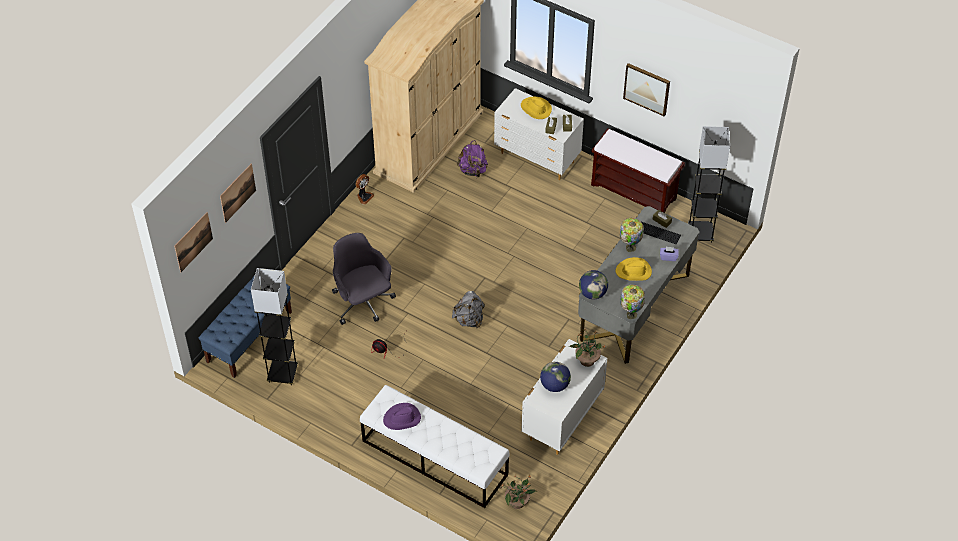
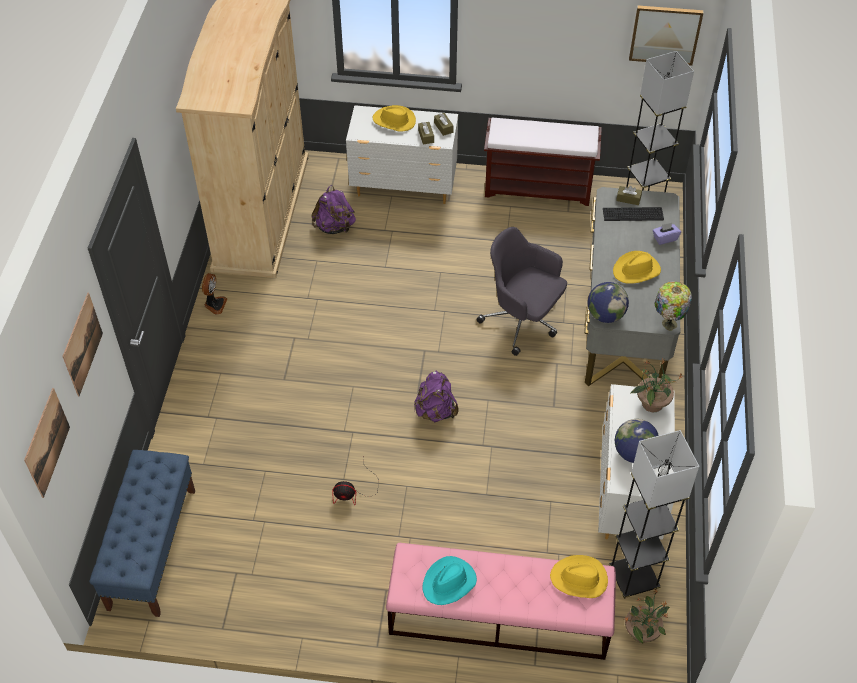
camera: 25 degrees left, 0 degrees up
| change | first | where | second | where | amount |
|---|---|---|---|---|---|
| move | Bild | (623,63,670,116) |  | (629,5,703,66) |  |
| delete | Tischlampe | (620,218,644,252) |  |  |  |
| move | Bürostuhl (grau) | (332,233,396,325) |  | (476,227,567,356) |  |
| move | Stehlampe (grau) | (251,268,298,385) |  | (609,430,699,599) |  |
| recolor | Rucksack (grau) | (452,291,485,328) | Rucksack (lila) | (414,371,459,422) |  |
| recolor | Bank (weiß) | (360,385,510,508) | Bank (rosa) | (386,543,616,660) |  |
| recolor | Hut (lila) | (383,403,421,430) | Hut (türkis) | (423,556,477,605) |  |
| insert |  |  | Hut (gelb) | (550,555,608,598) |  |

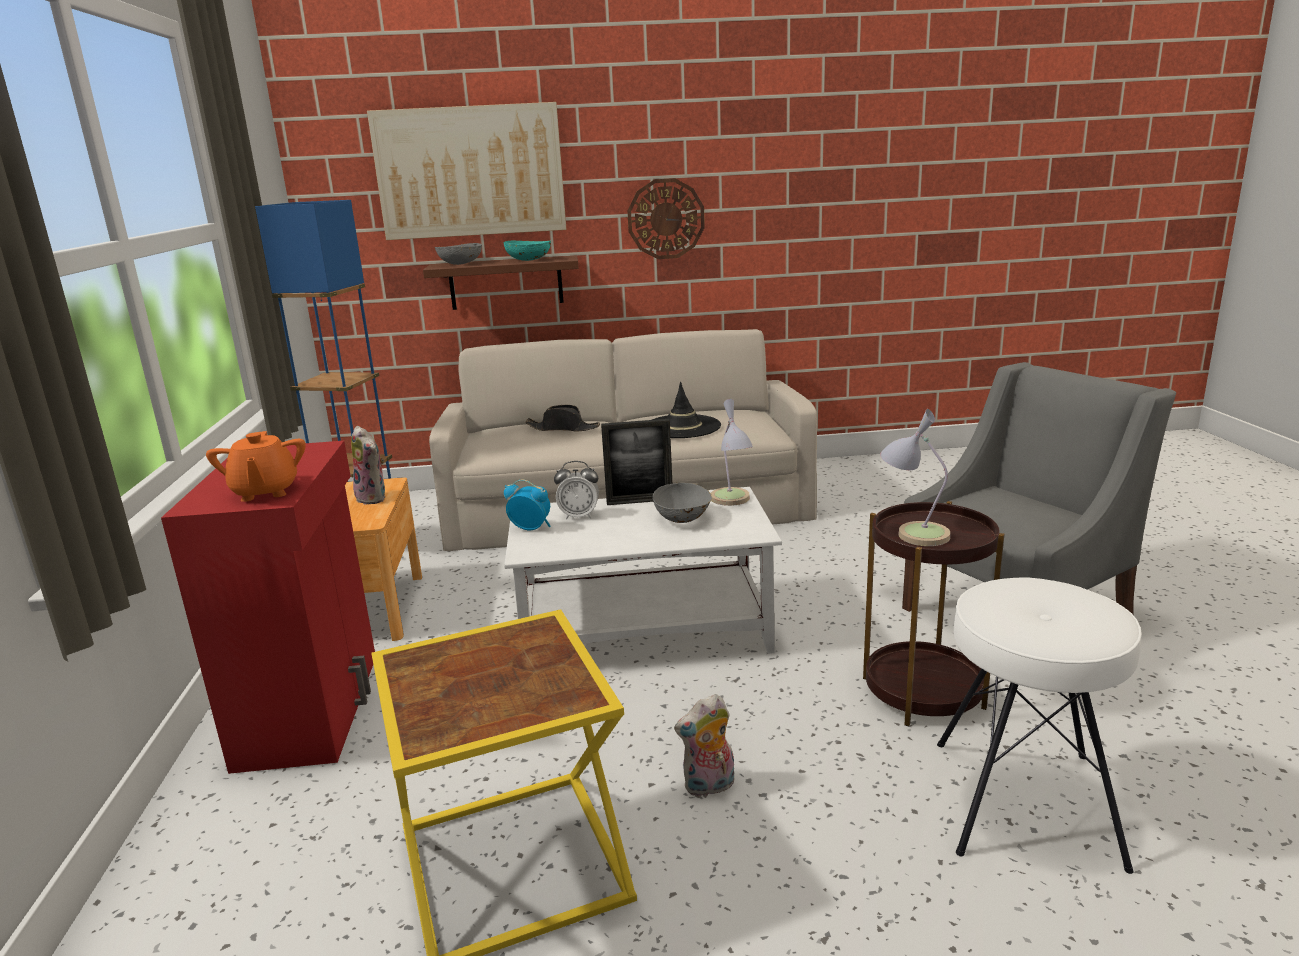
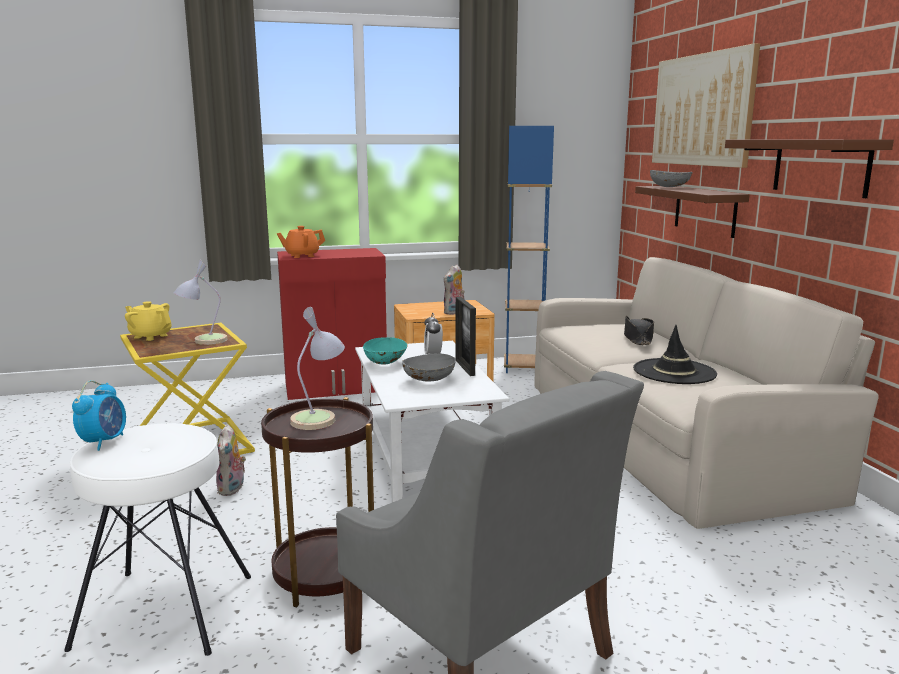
camera: 80 degrees right, 5 degrees down
| change | first | where | second | where | amount |
|---|---|---|---|---|---|
| replace | Wanduhr | (627,178,705,259) | Wandregal (braun) | (725,139,894,198) |  |
| move | Schüssel (türkis) | (504,241,551,261) |  | (363,337,408,365) |  |
| move | Tischlampe | (711,399,753,506) |  | (174,259,228,345) |  |
| move | Wecker | (504,479,551,530) |  | (72,381,126,451) |  |
| rotate | Plüschtier | (674,694,734,798) |  | (216,424,246,496) | 150 degrees counterclockwise |
| insert |  |  | Teekanne (gelb) | (125,301,172,341) |  |

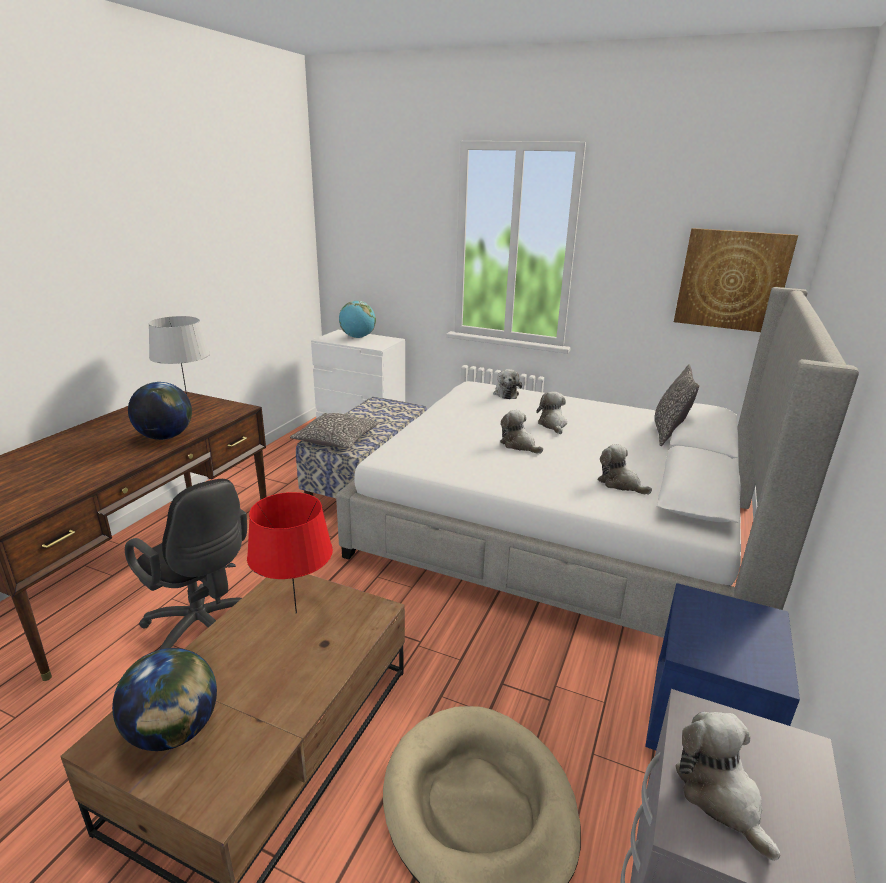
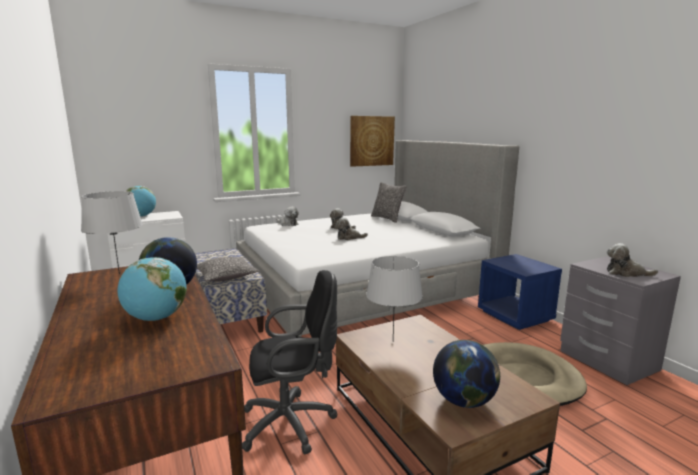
camera: 50 degrees left, 10 degrees down
| change | first | where | second | where | amount |
|---|---|---|---|---|---|
| delete | Plüschtier | (597,444,652,494) |  |  |  |
| recolor | Tischlampe (rot) | (247,492,333,613) | Tischlampe (grau) | (366,256,423,339) |  |
| insert |  |  | Globus | (117,257,187,321) |  |

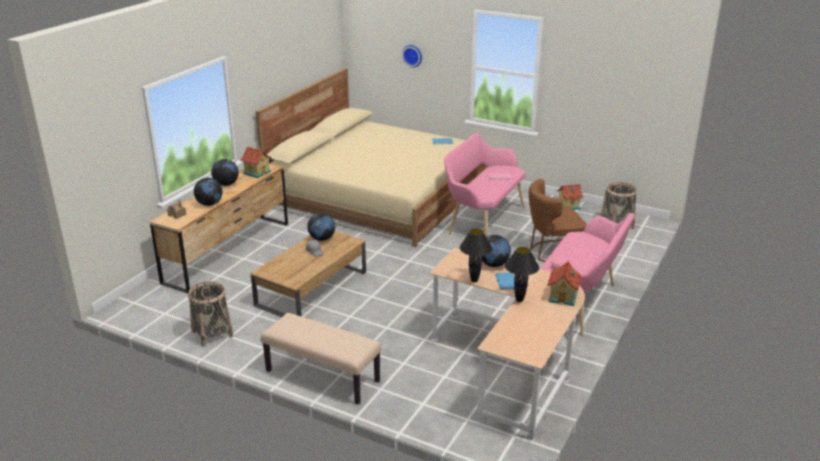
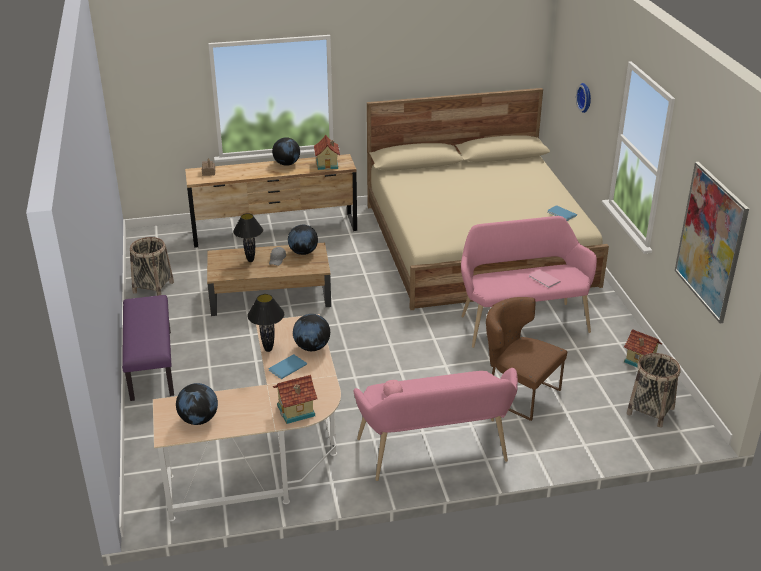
camera: 50 degrees right, 5 degrees up
| change | first | where | second | where | amount |
|---|---|---|---|---|---|
| move | Globus | (194,178,223,206) |  | (176,383,218,425) |  |
| move | Tischlampe (schwarz) | (505,247,539,302) |  | (233,213,263,262) |  |
| recolor | Bank (beige) | (261,313,381,404) | Bank (lila) | (122,295,174,401) |  |
| insert |  |  | Bild | (675,162,749,323) |  |

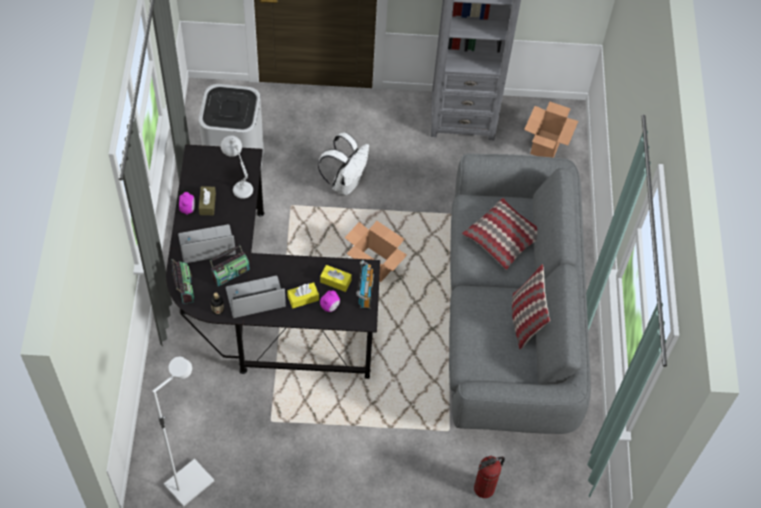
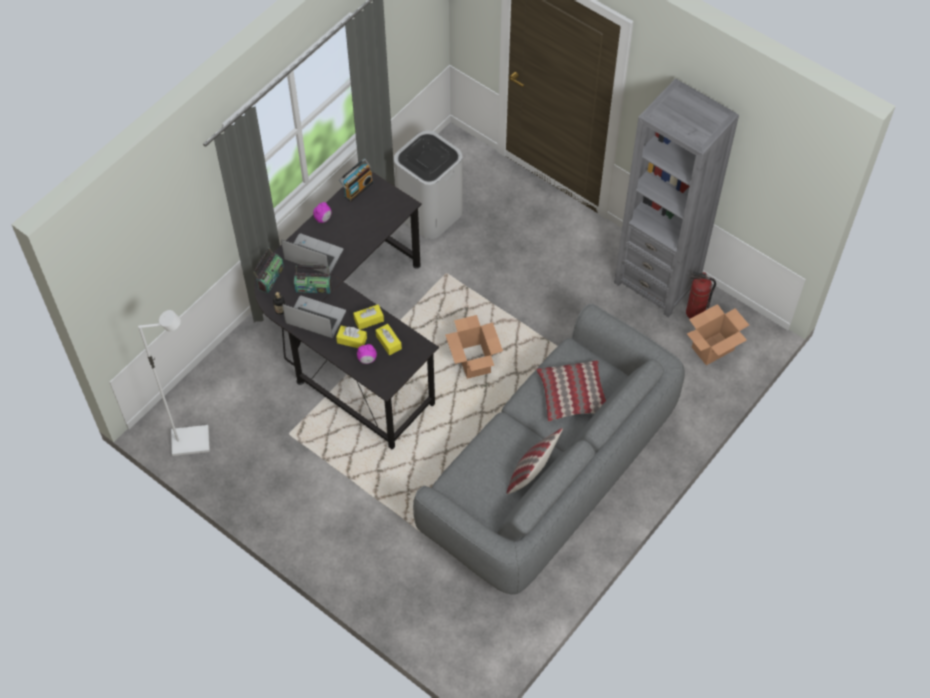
camera: 40 degrees right, 0 degrees up
| change | first | where | second | where | amount |
|---|---|---|---|---|---|
| delete | Rucksack (weiß) | (318,132,369,196) |  |  |  |
| delete | Tischlampe (weiß) | (221,135,253,199) |  |  |  |
| delete | Taschentuchbox (braun) | (199,186,216,215) |  |  |  |
| move | Radio | (356,260,374,309) |  | (339,159,373,202) |  |
| move | Feuerlöscher | (474,455,505,498) |  | (686,272,716,319) |  |
| insert |  |  | Taschentuchbox (gelb) | (353,304,384,330) |  |

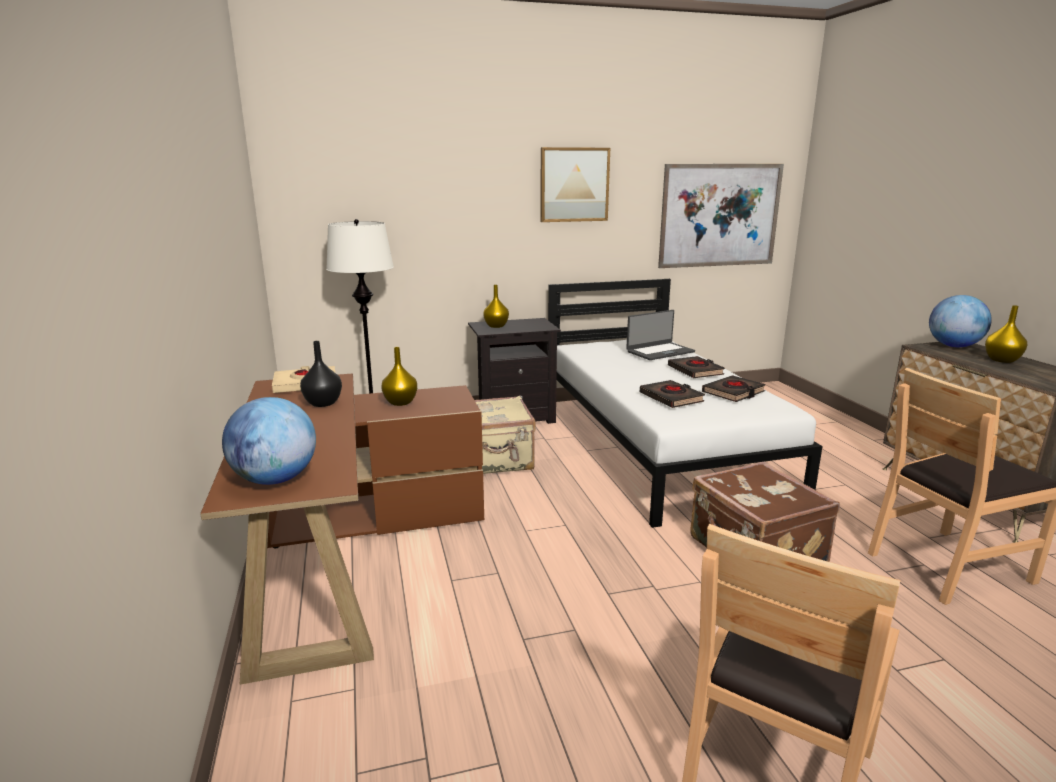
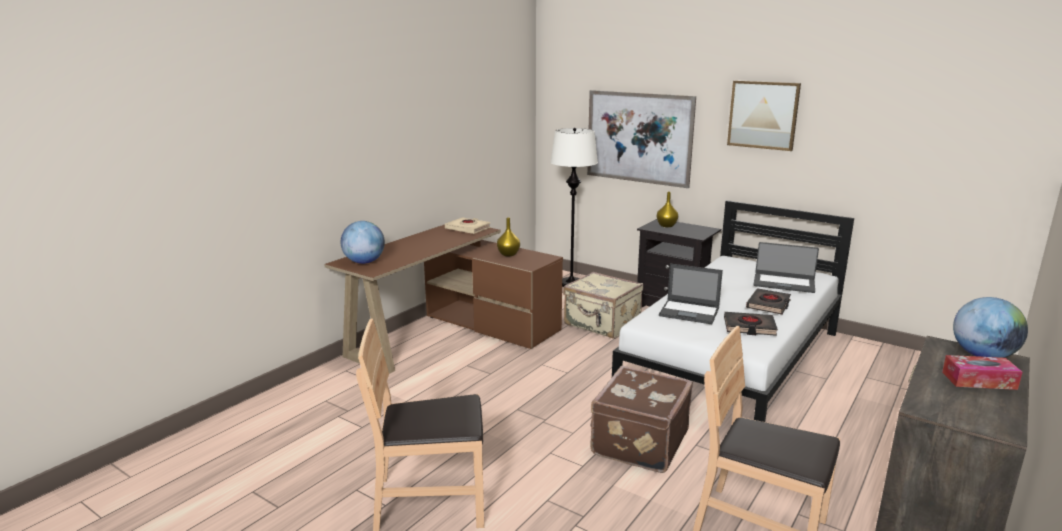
camera: 50 degrees right, 0 degrees up
| change | first | where | second | where | amount |
|---|---|---|---|---|---|
| move | Bild | (658,164,784,268) |  | (587,90,696,188) |  |
| replace | Vase (gelb) | (985,305,1027,363) | Taschentuchbox | (942,355,1022,390) |  |
| delete | Vase (schwarz) | (300,341,342,407) |  |  |  |
| replace | Buch (schwarz) | (640,380,705,408) | Laptop | (659,263,723,324) |  |

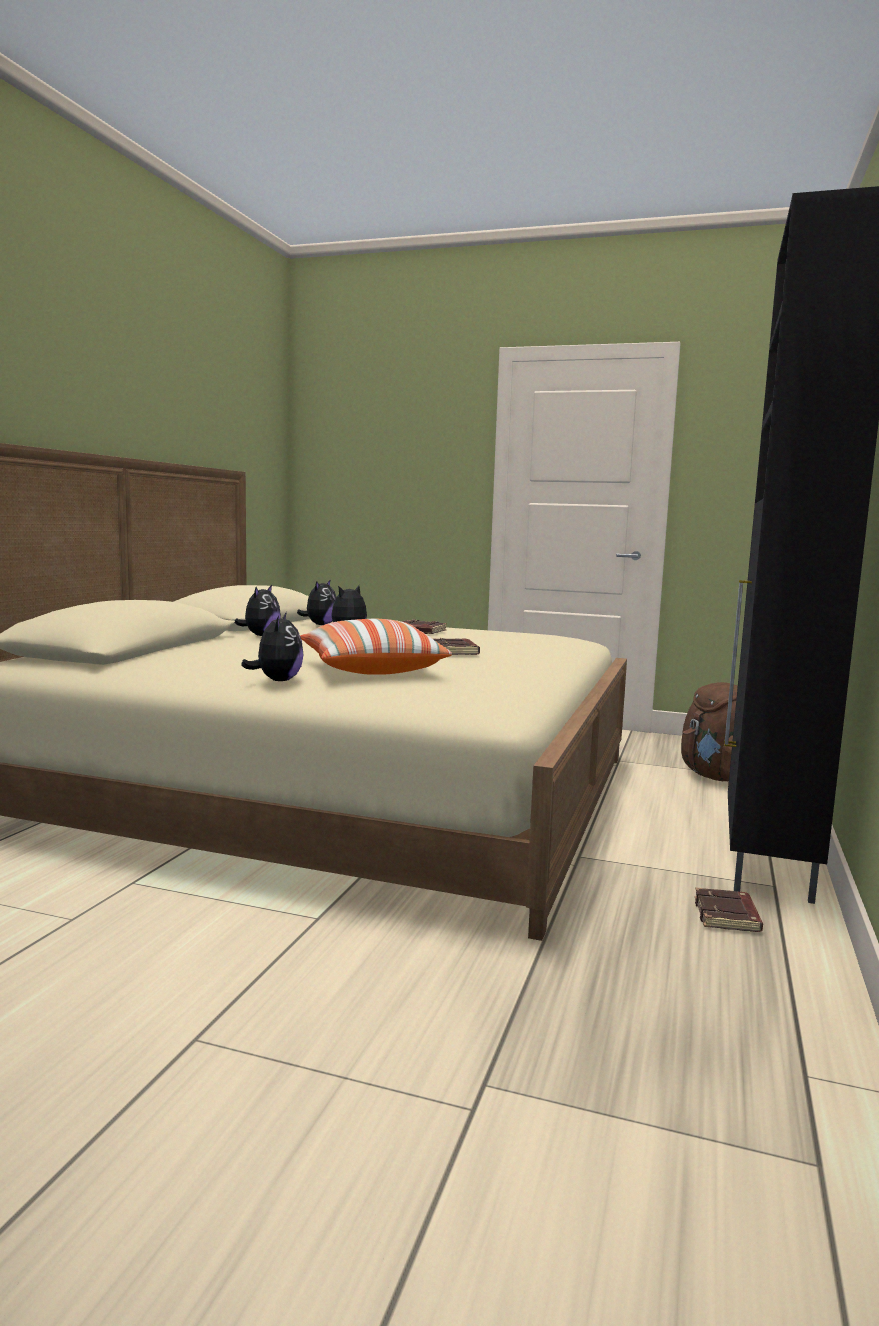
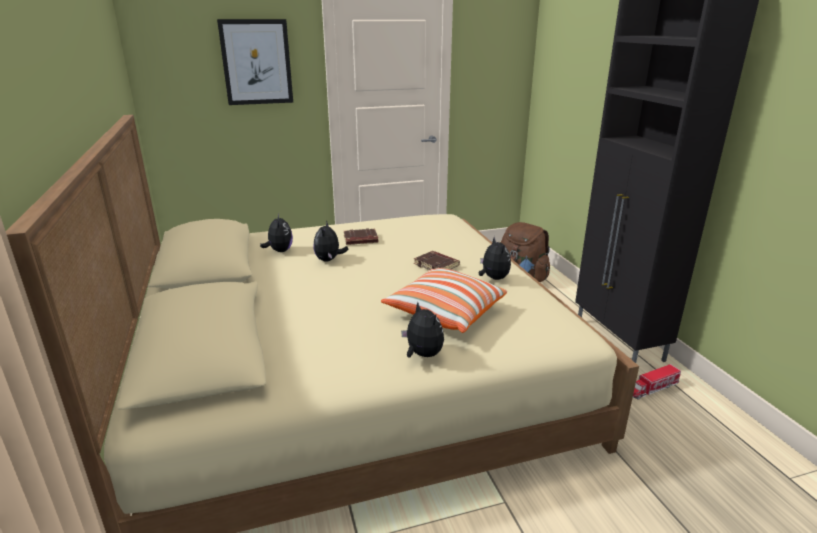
camera: 35 degrees left, 15 degrees up
| change | first | where | second | where | amount |
|---|---|---|---|---|---|
| move | Plüschtier | (235,585,281,636) |  | (479,236,511,280) |  |
| replace | Buch (braun) | (695,888,763,932) | Spielzeuglaster | (633,364,681,400) |  |
| insert |  |  | Bild | (217,19,293,105) |  |

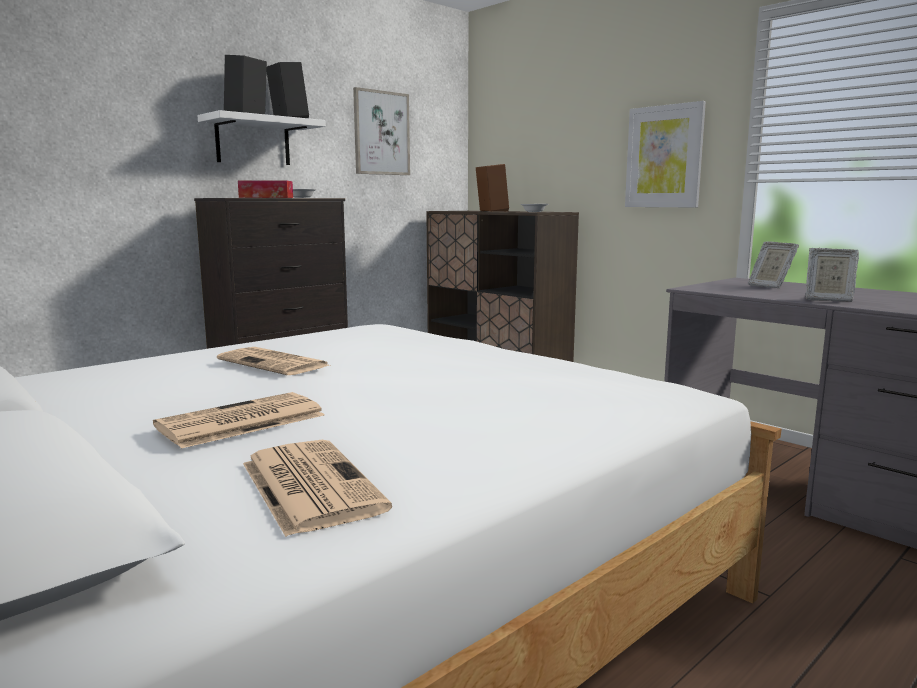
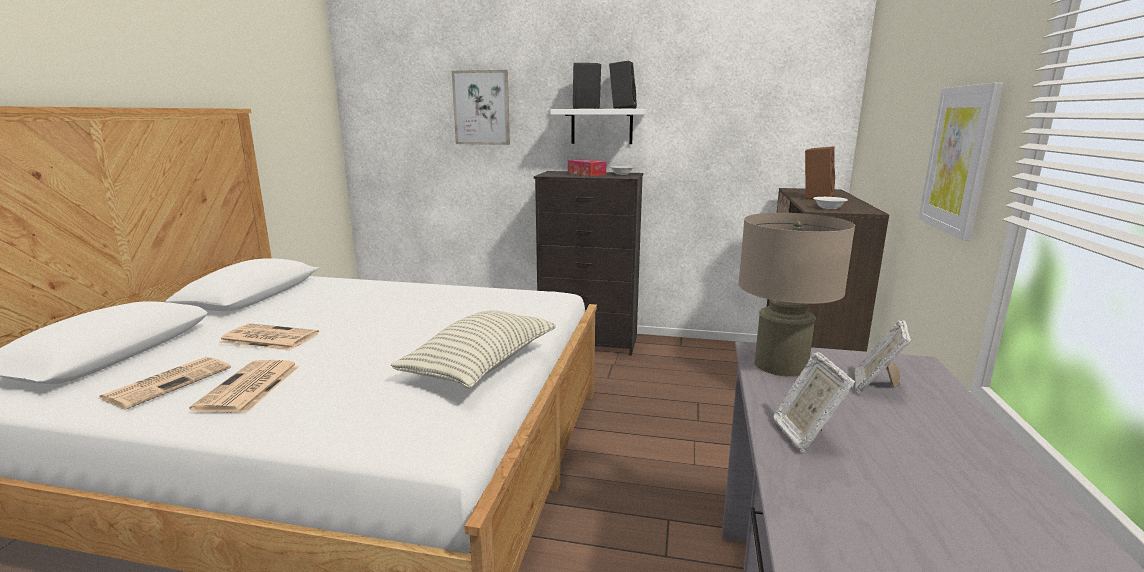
camera: 55 degrees right, 5 degrees up
| change | first | where | second | where | amount |
|---|---|---|---|---|---|
| move | Bild | (353,87,410,175) |  | (452,70,510,145) |  |
| move | Zeitung | (217,347,329,375) |  | (189,360,300,413) |  |
| insert |  |  | Tischlampe (beige) | (738,213,855,377) |  |
| insert |  |  | Kissen | (391,310,556,389) |  |

